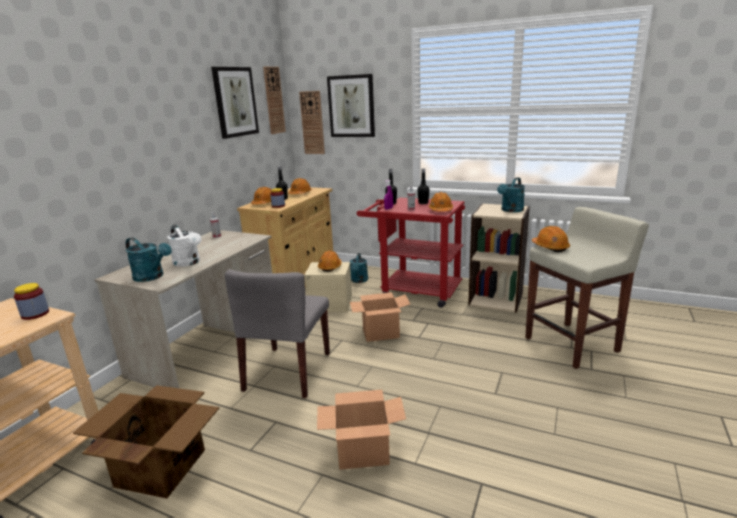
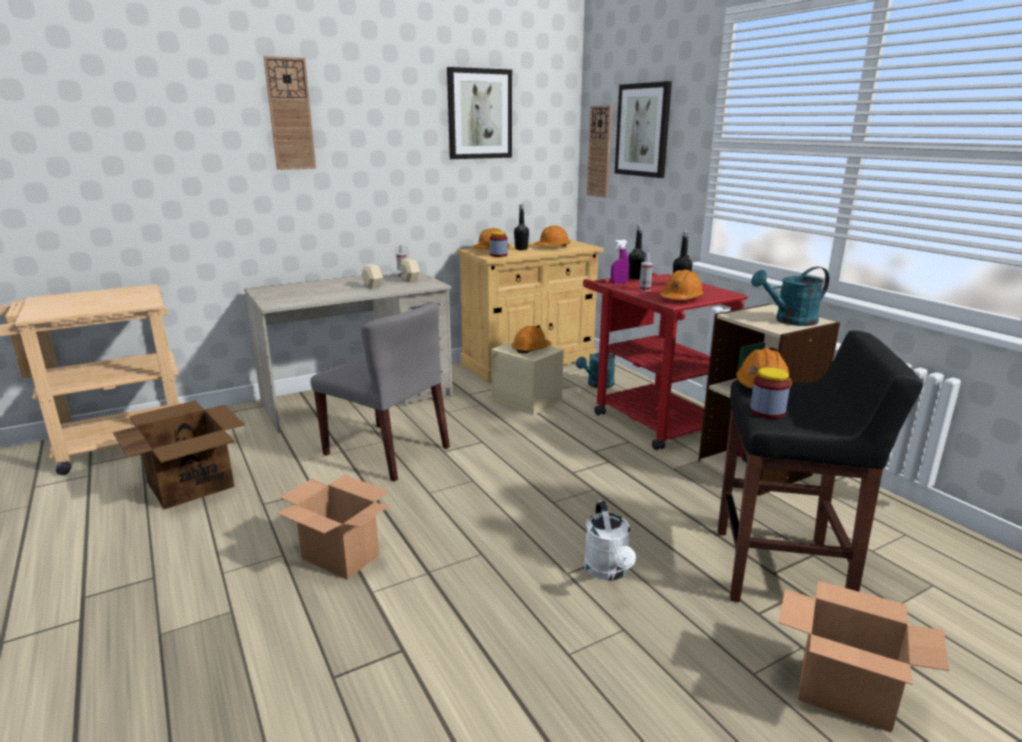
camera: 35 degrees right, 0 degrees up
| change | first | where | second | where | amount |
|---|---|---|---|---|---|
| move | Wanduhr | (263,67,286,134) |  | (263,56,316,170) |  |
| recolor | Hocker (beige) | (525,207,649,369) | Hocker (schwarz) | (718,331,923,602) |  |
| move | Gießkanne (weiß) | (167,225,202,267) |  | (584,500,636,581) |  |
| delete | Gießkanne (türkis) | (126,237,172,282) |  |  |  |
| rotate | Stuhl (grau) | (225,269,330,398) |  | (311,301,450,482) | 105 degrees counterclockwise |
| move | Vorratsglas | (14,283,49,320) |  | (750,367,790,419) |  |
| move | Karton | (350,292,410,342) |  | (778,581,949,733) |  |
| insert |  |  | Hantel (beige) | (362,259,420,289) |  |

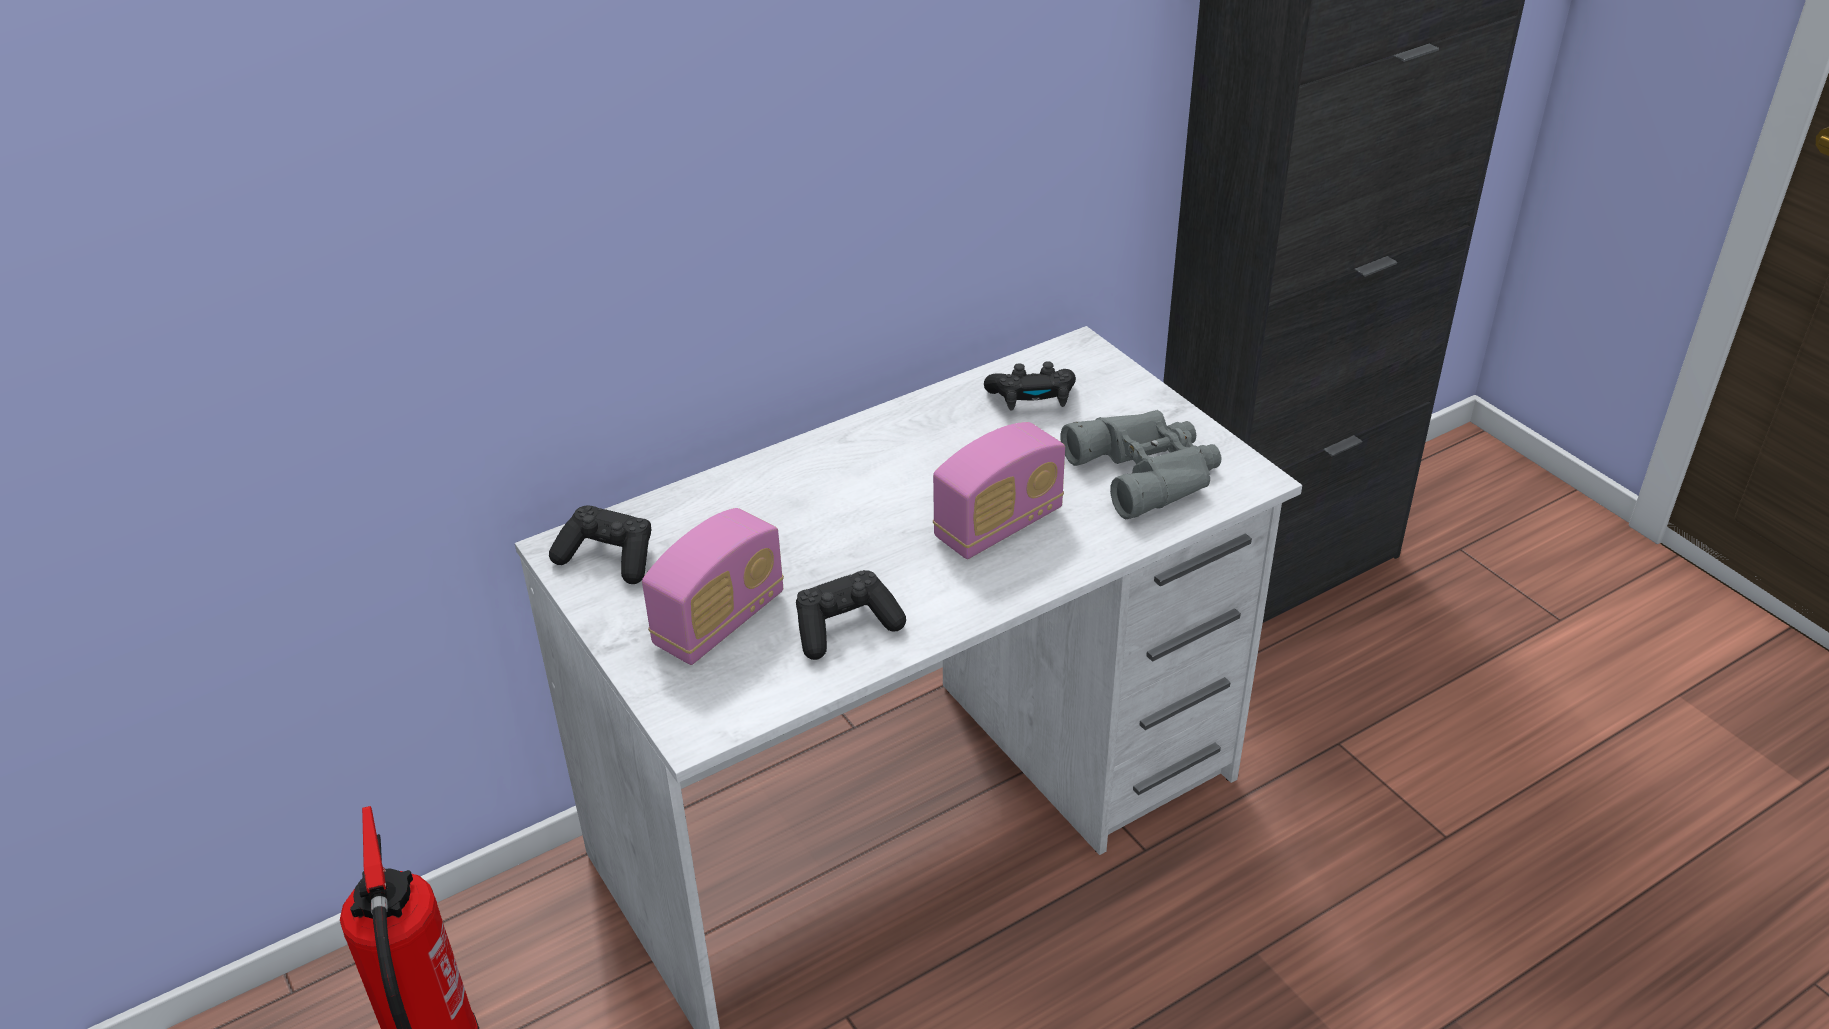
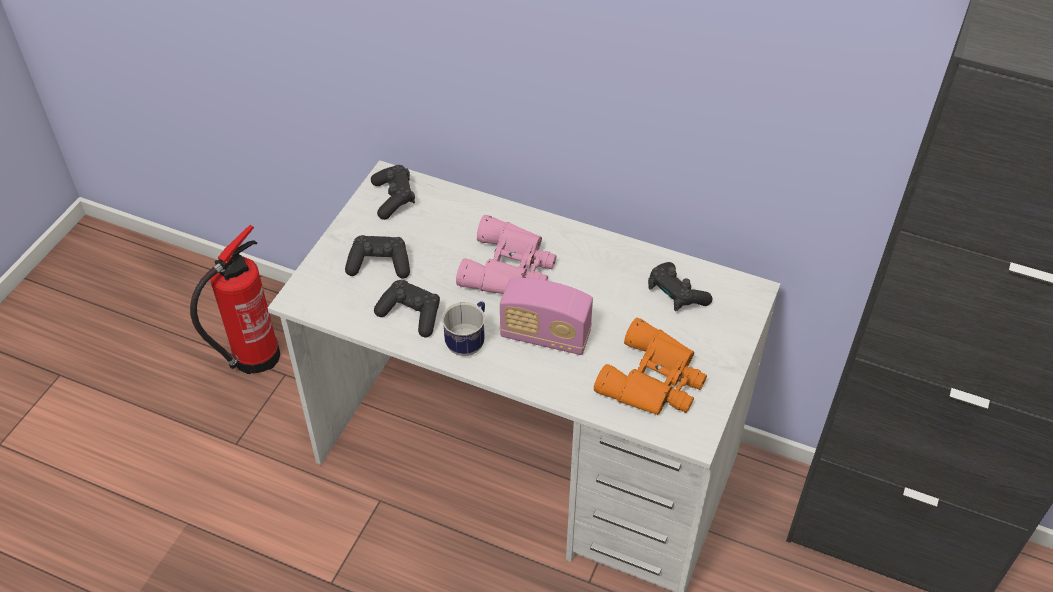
camera: 55 degrees right, 10 degrees up
| change | first | where | second | where | amount |
|---|---|---|---|---|---|
| recolor | Fernglas (grau) | (1060,410,1222,519) | Fernglas (orange) | (594,318,707,415) |  |
| replace | Radio | (642,508,784,665) | Gamepad (schwarz) | (345,235,410,279) |  |
| insert |  |  | Fernglas (rosa) | (456,215,557,294) |  |
| insert |  |  | Henkelbecher | (442,301,485,356) |  |

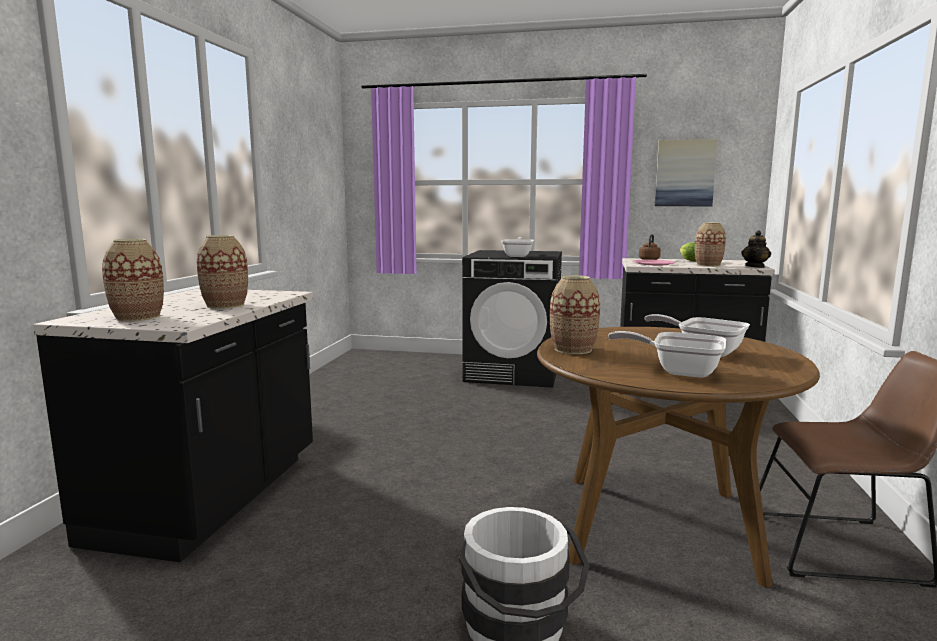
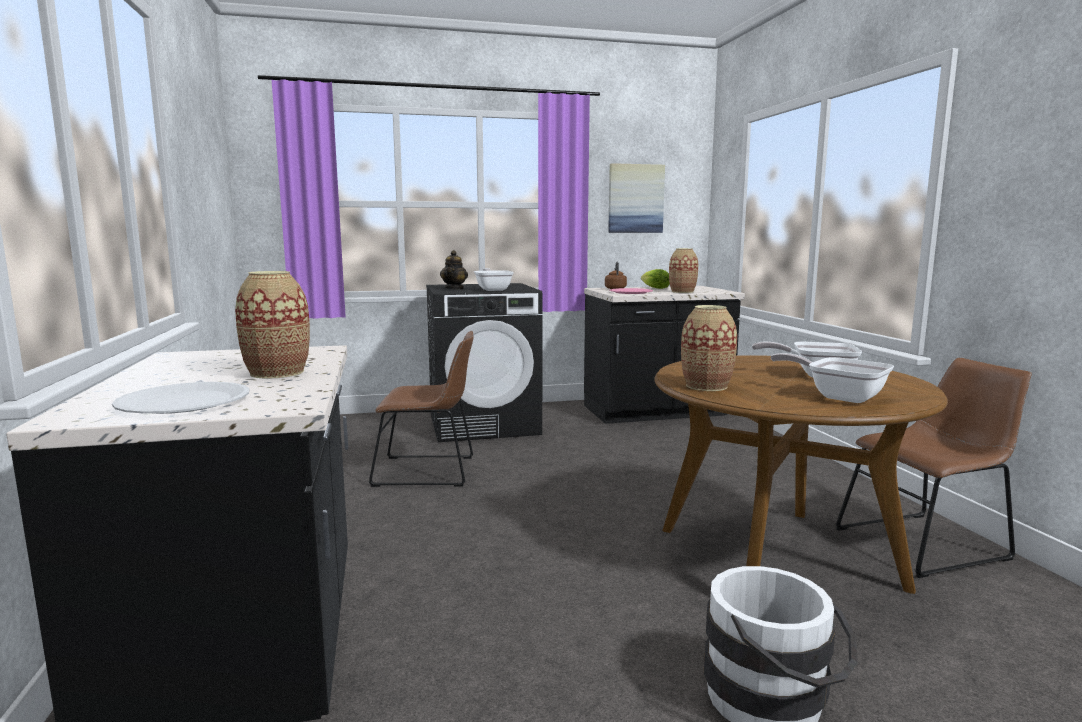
camera: 25 degrees left, 0 degrees up
| change | first | where | second | where | amount |
|---|---|---|---|---|---|
| move | Teekanne | (741,230,771,268) |  | (440,250,468,289) |  |
| replace | Vase | (102,239,164,321) | Teller (weiß) | (112,382,249,414) |  |
| rotate | Pfanne | (608,331,726,378) |  | (771,353,894,403) | 45 degrees clockwise |
| insert |  |  | Stuhl (braun) | (368,331,474,487) |  |

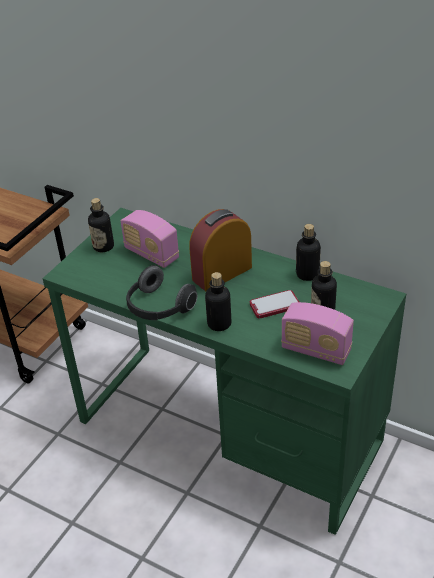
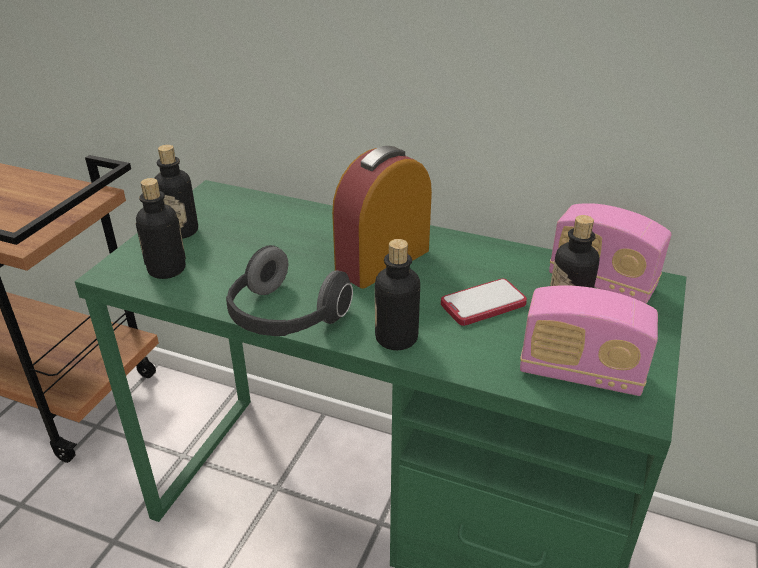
camera: 10 degrees left, 5 degrees down
| change | first | where | second | where | amount |
|---|---|---|---|---|---|
| move | Radio | (121,210,179,268) |  | (549,203,671,303) |  |
| move | Flasche | (296,224,321,281) |  | (136,178,186,279) |  |

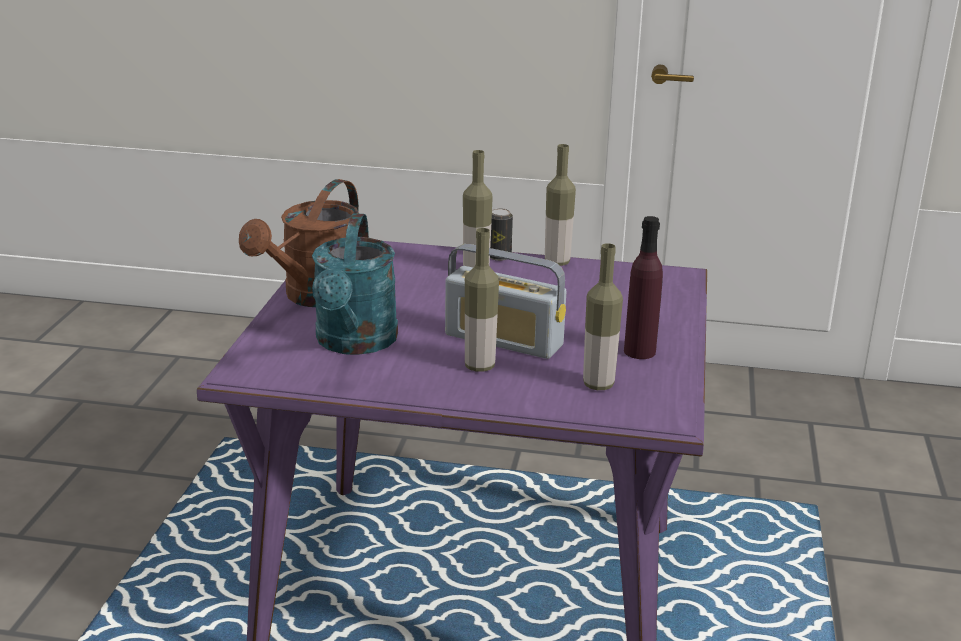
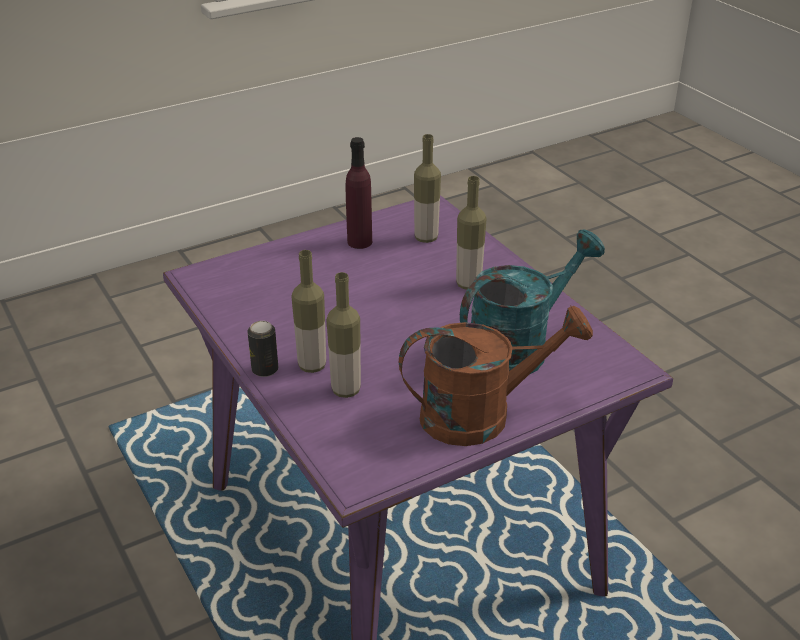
camera: 130 degrees left, 10 degrees up
| change | first | where | second | where | amount |
|---|---|---|---|---|---|
| move | Flasche | (545,144,576,266) |  | (326,272,361,398) |  |
| delete | Radio | (445,244,566,359) |  |  |  |

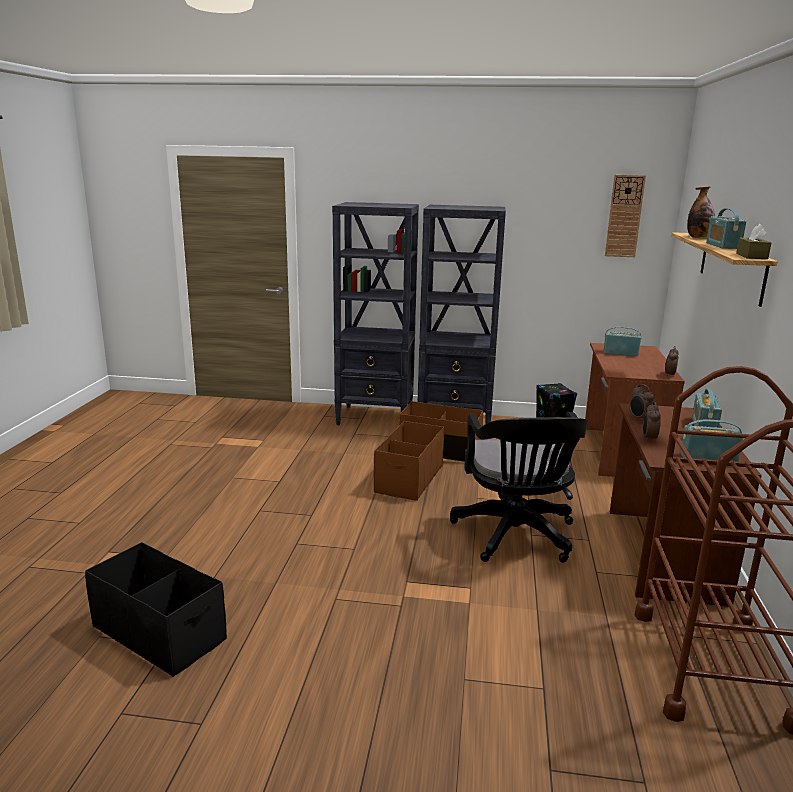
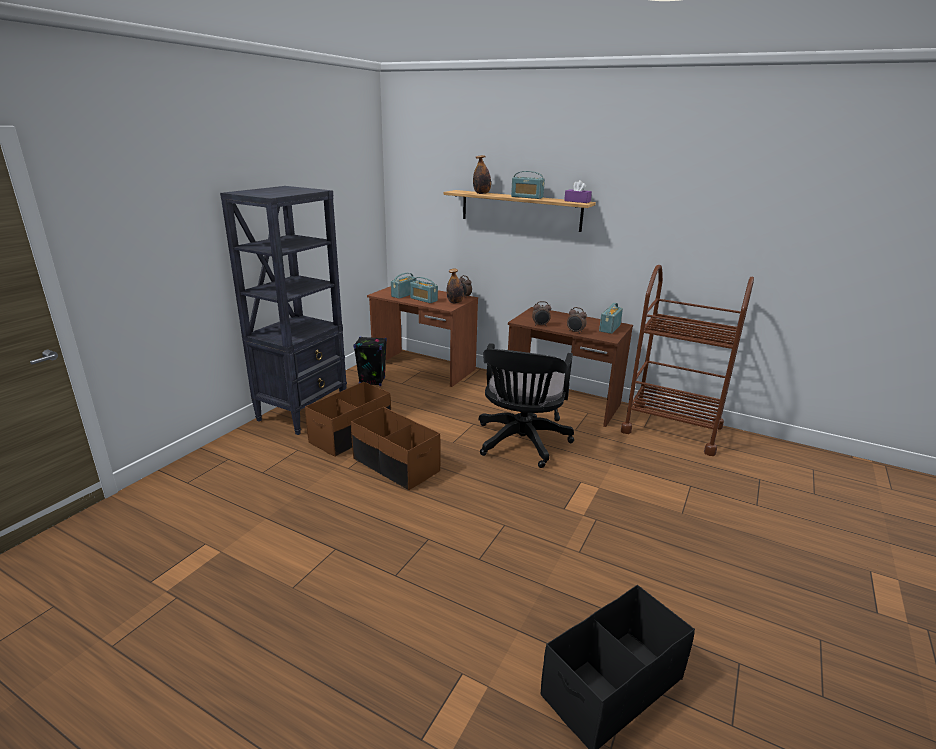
camera: 70 degrees left, 5 degrees up
| change | first | where | second | where | amount |
|---|---|---|---|---|---|
| delete | Wanduhr | (605,175,646,257) |  |  |  |
| delete | Bücherregal (schwarz) | (332,202,419,425) |  |  |  |
| recolor | Taschentuchbox (braun) | (736,224,771,259) | Taschentuchbox (lila) | (564,180,592,203) |  |
| move | Radio | (692,389,722,427) |  | (410,277,438,303) |  |
| rotate | Bürostuhl (schwarz) | (450,412,588,563) |  | (479,343,574,468) | 90 degrees clockwise |
| insert |  |  | Flasche | (447,269,464,304) |  |

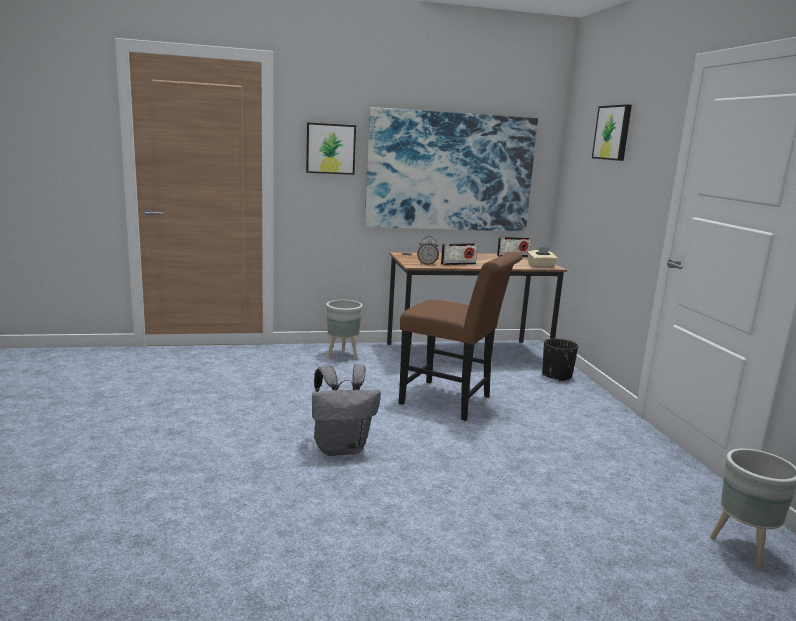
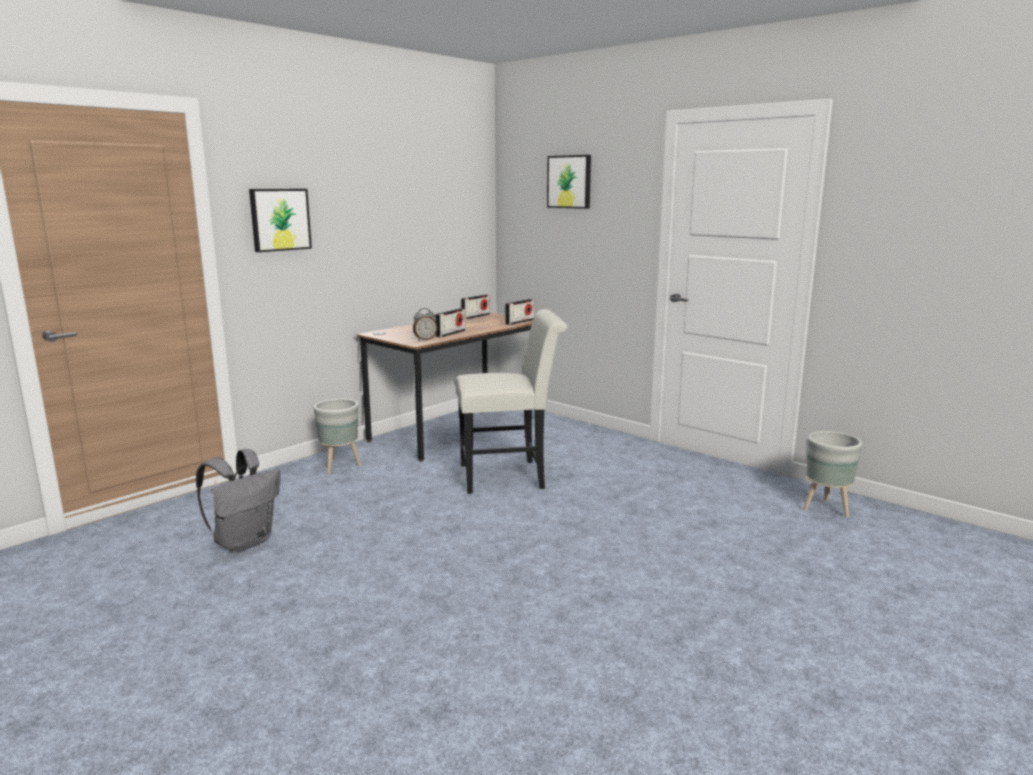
camera: 35 degrees left, 0 degrees up
| change | first | where | second | where | amount |
|---|---|---|---|---|---|
| delete | Bild | (365,107,538,231) |  |  |  |
| replace | Taschentuchbox (beige) | (527,247,557,268) | Radio | (505,299,534,325) |  |
| recolor | Stuhl (braun) | (399,252,523,421) | Stuhl (weiß) | (455,309,568,494) |  |
| delete | Pflanzkübel (schwarz) | (542,338,578,381) |  |  |  |
| move | Rucksack (grau) | (312,364,381,456) |  | (196,449,281,552) |  |

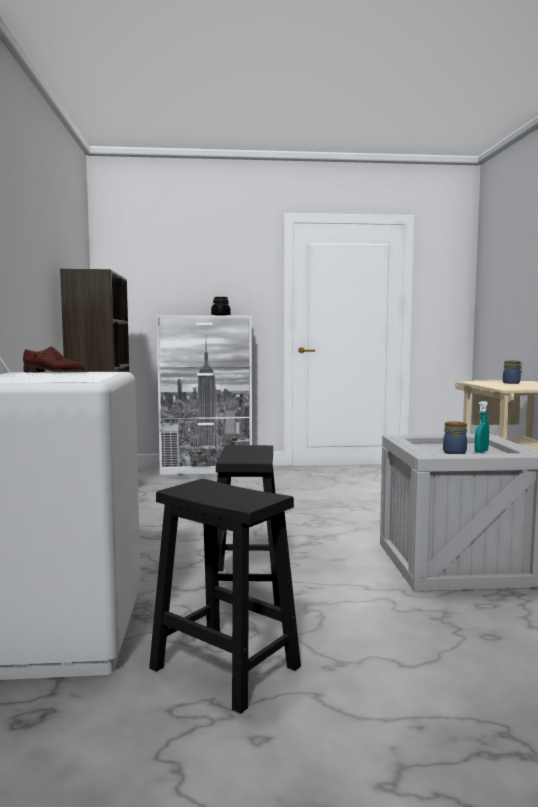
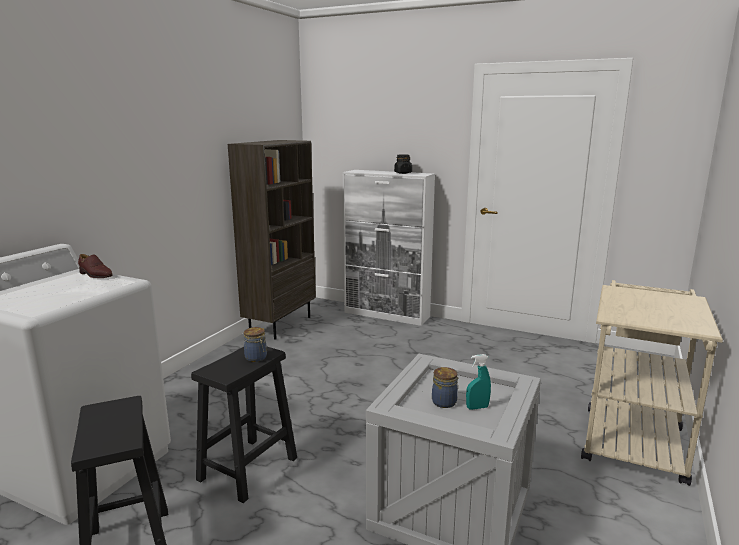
camera: 30 degrees right, 10 degrees up
| change | first | where | second | where | amount |
|---|---|---|---|---|---|
| move | Vorratsglas | (503,360,523,384) |  | (244,327,267,362) |  |

